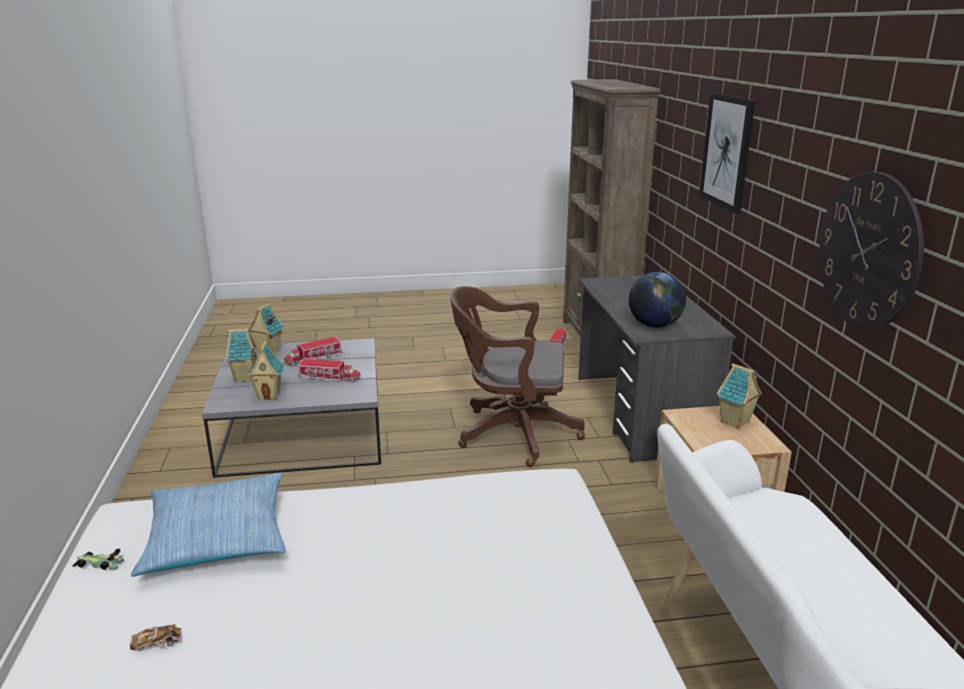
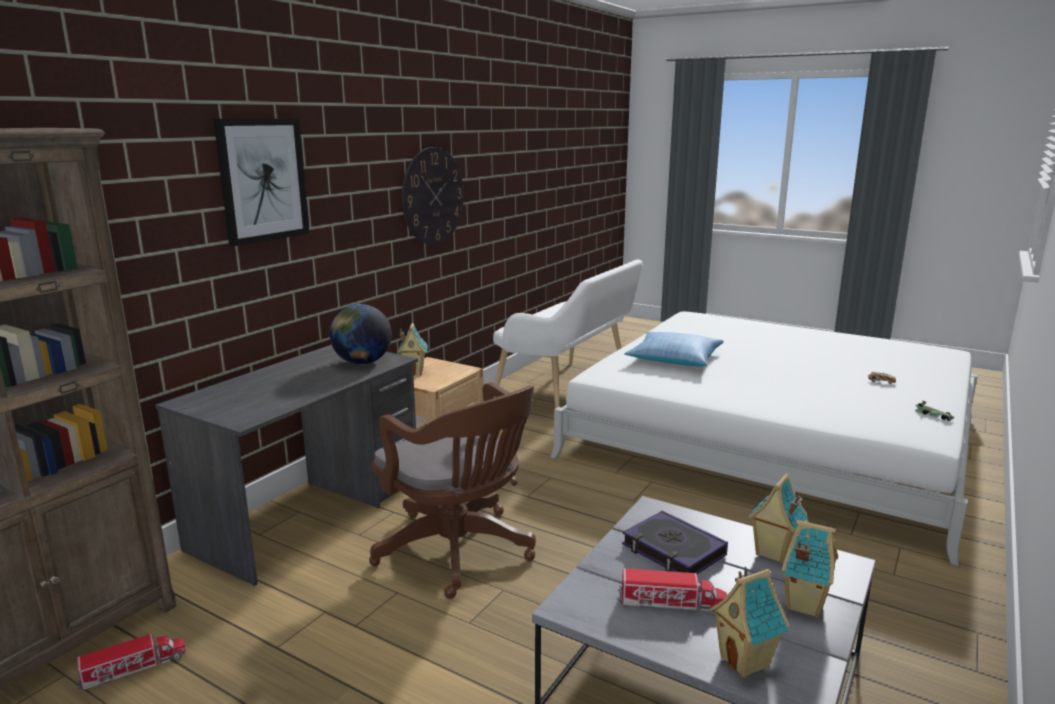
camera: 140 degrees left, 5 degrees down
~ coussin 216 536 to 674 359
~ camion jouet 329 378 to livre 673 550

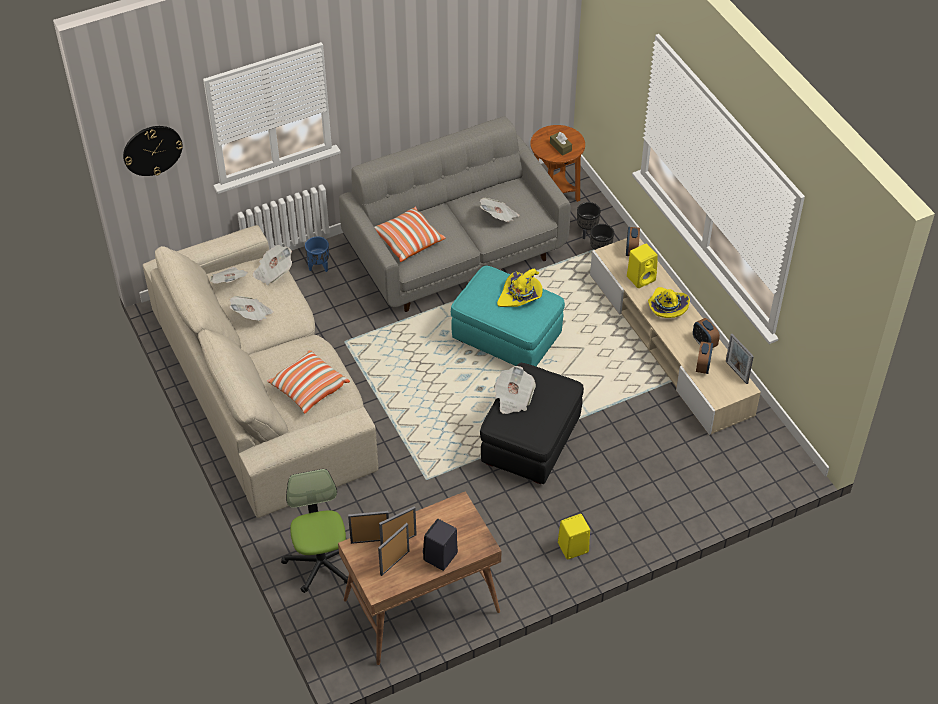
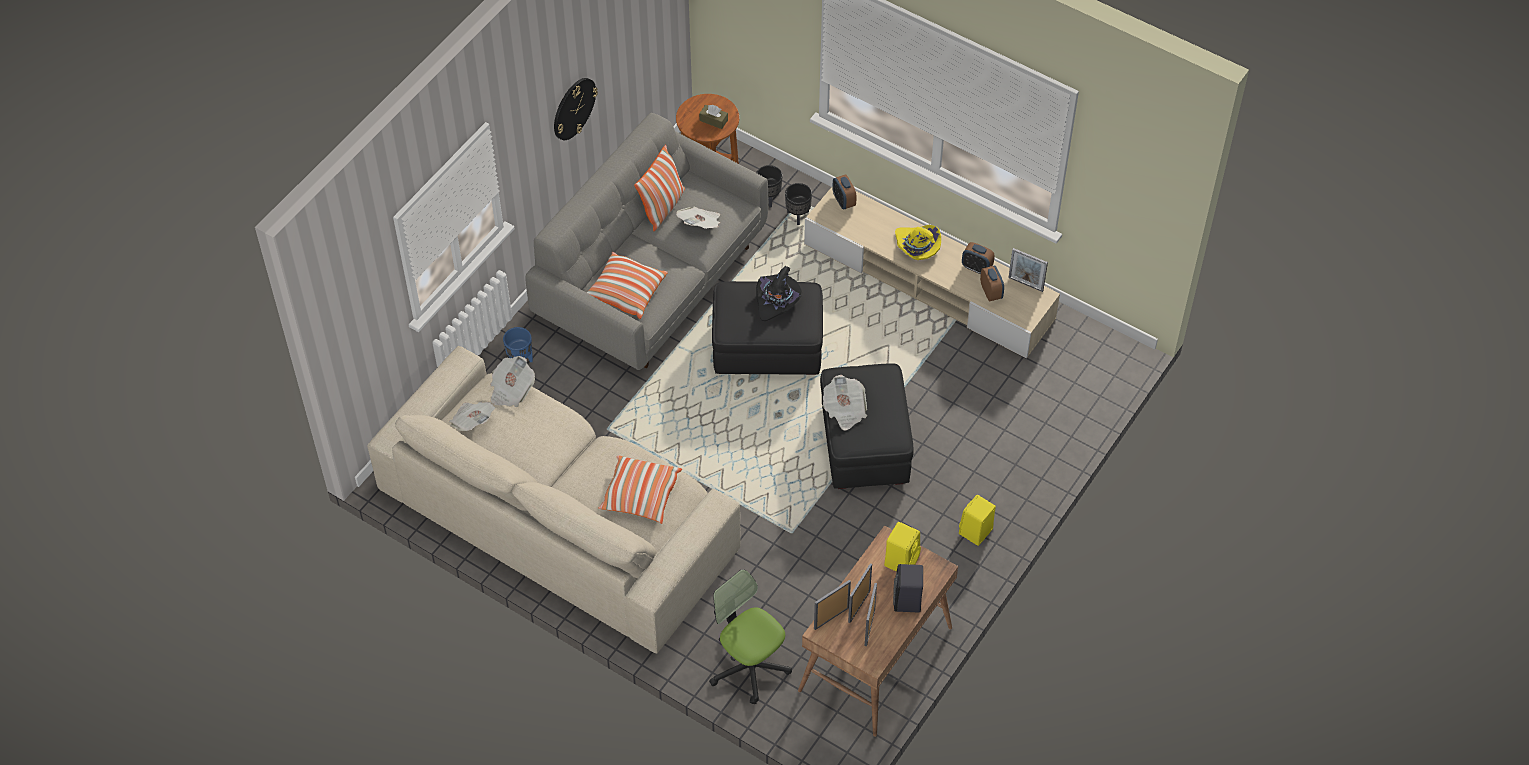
camera: 30 degrees left, 5 degrees up
~ horloge murale 152 150 to 573 108
- journal 252 315
~ pouf/turquoise 507 338 to pouf/noir 768 349
~ chapeau/jaune 520 296 to chapeau/noir 777 300
~ enceinte/jaune 641 278 to 901 560
+ coussin 662 207

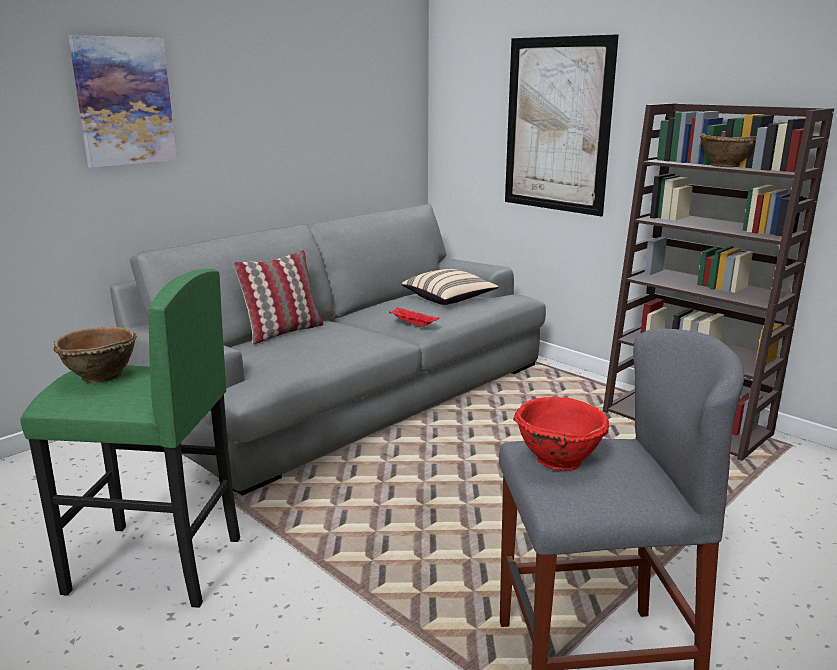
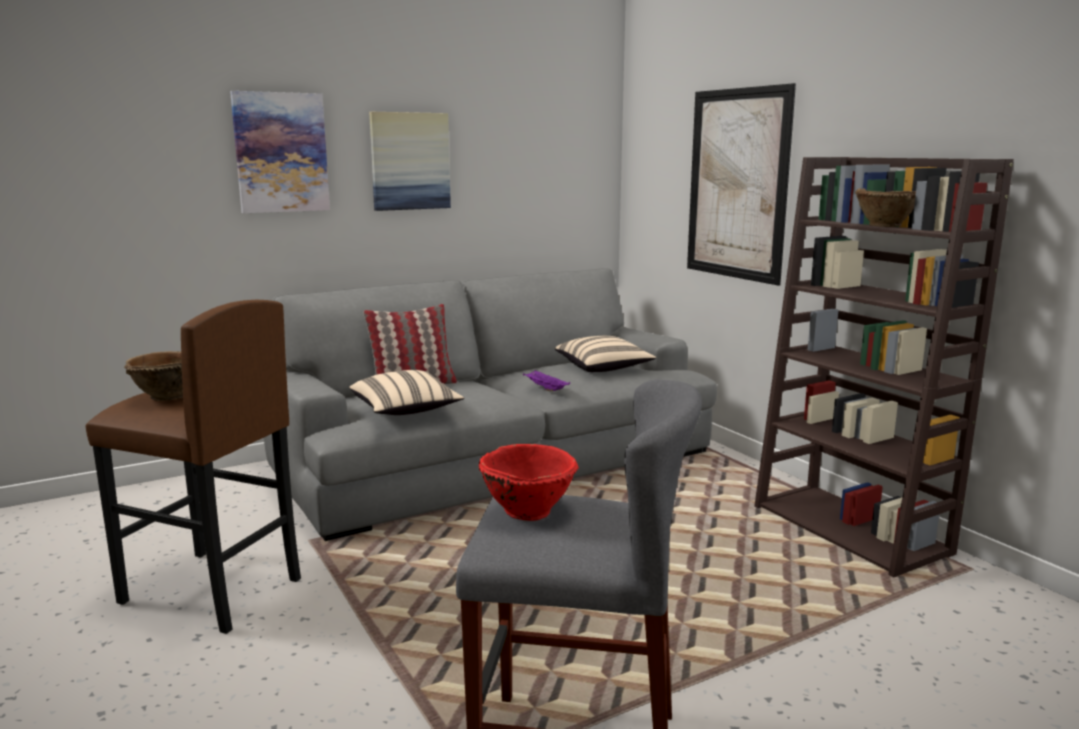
camera: 15 degrees right, 5 degrees down
~ tabouret/vert 155 566 to tabouret/marron 211 591
~ plateau/rouge 412 324 to plateau/violet 545 388
+ coussin/beige 405 411
+ tableau 410 161

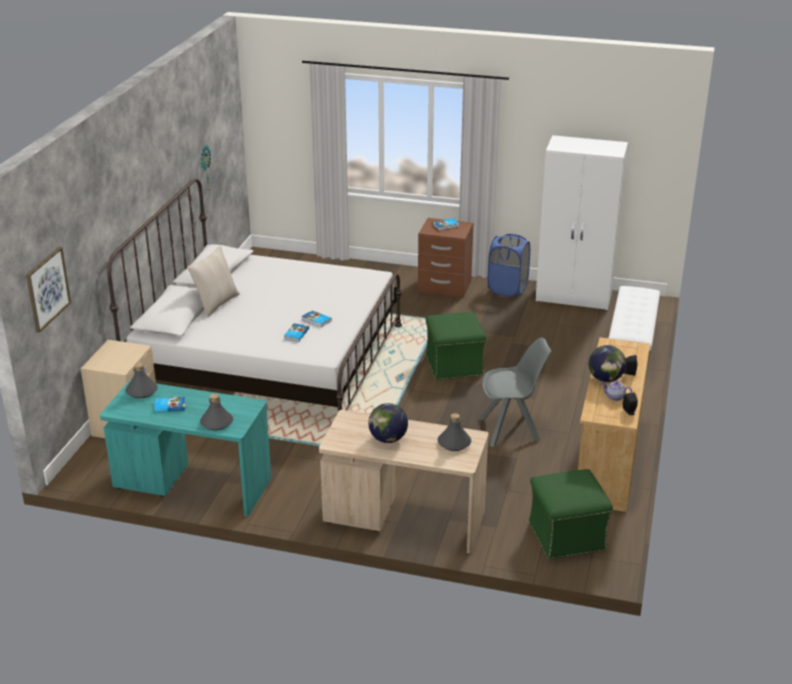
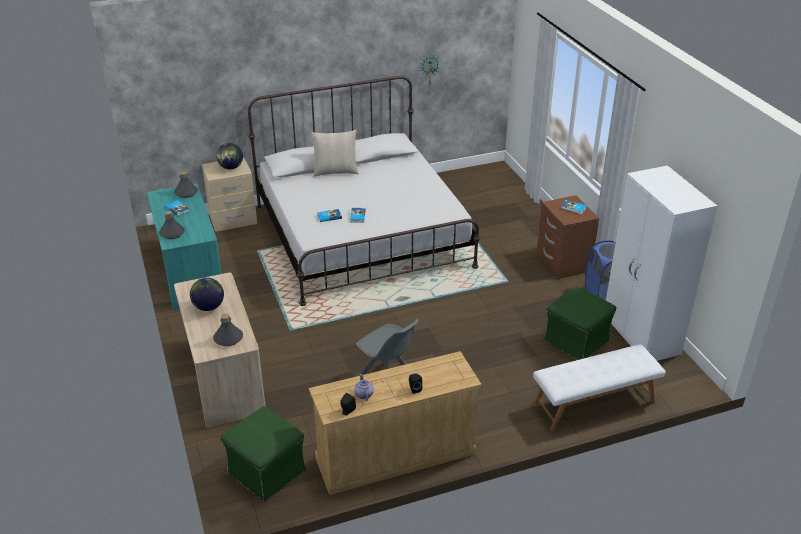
camera: 55 degrees right, 5 degrees up
- tableau 47 289
~ pouf/vert 454 366 to 576 341
~ globe 605 379 to 231 167

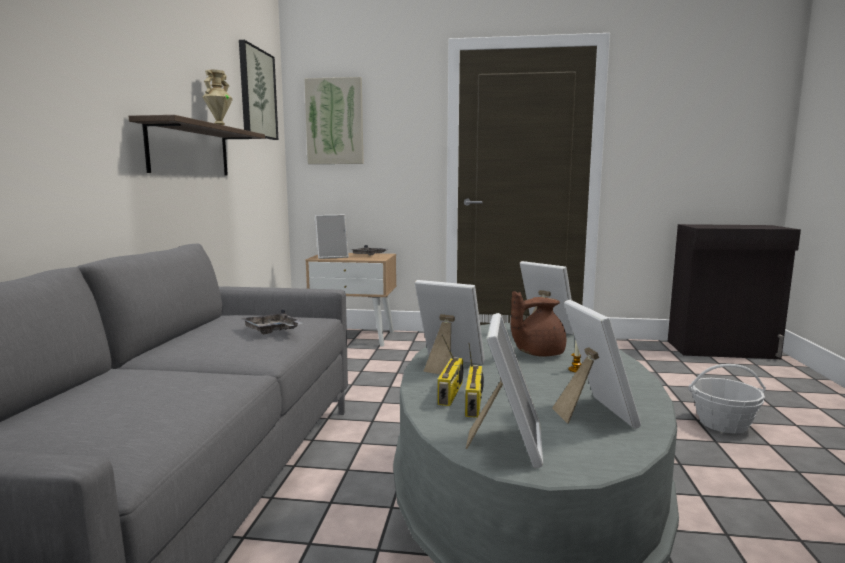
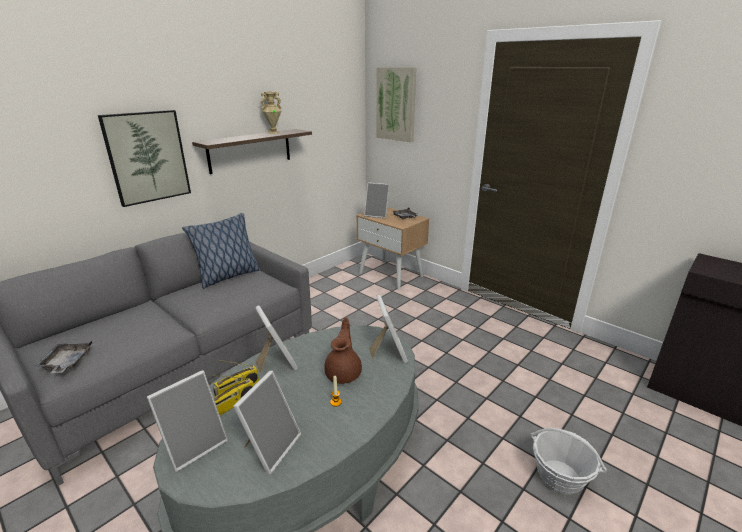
camera: 35 degrees right, 15 degrees up
~ tableau 257 93 to 147 157
~ plateau/gris 272 331 to 66 363
~ théière/marron 537 353 = 344 373 90 degrees clockwise
+ coussin 228 276

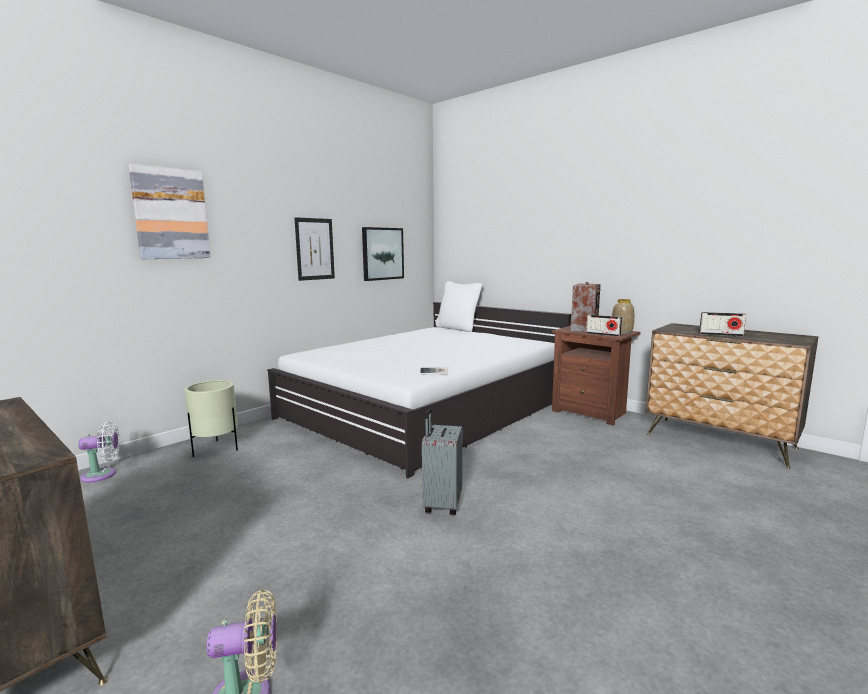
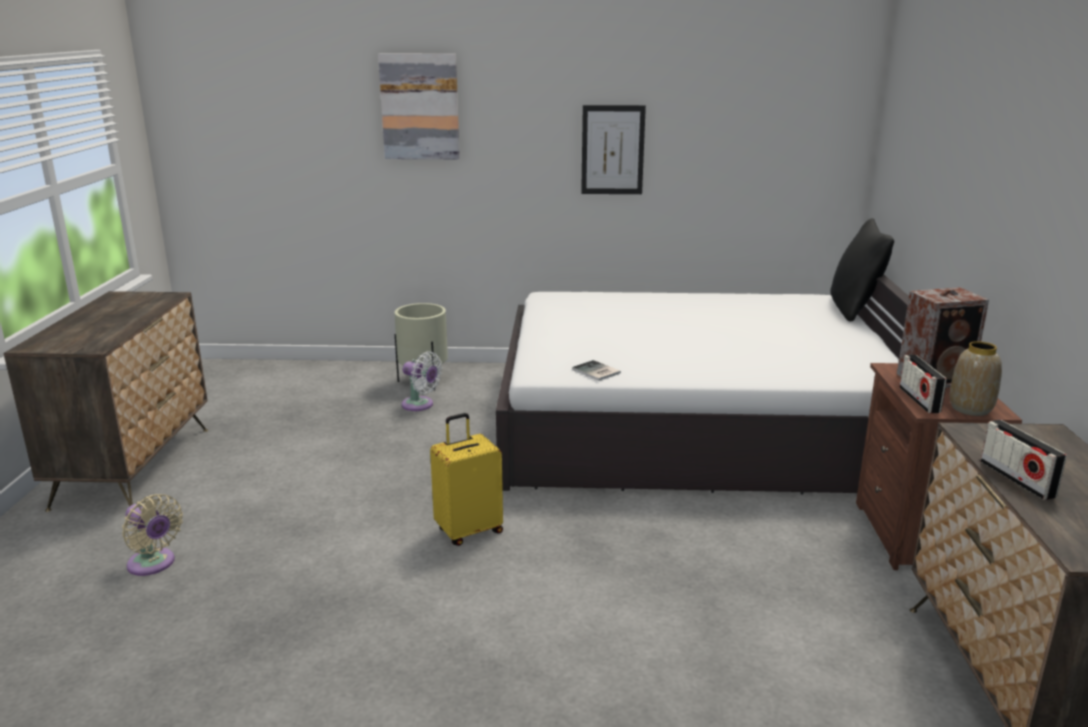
camera: 50 degrees right, 10 degrees up
~ ventilateur/blanc 102 475 to 420 405
- tableau 382 253
~ valise/gris 441 504 to valise/jaune 468 530
~ coussin/blanc 458 328 to coussin/noir 854 309

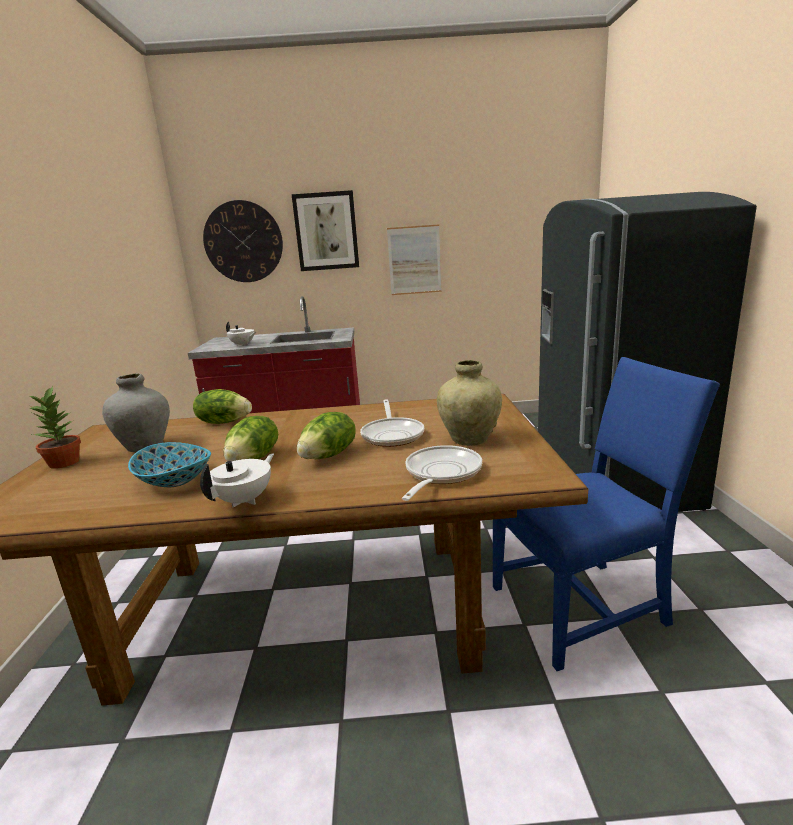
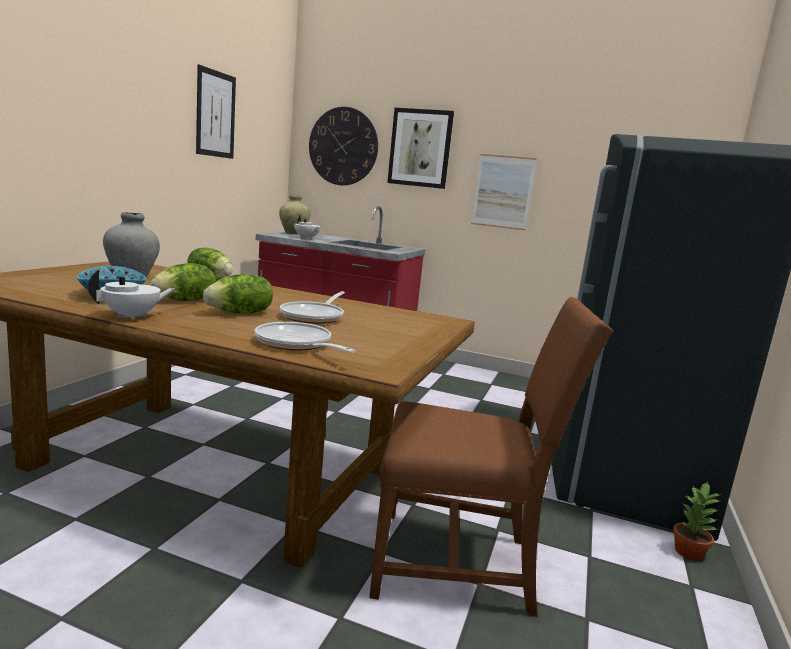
camera: 20 degrees right, 5 degrees down
~ plante en pot 65 462 to 689 552
~ poêle 440 474 = 296 344 90 degrees counterclockwise
~ vase/beige 469 439 to 293 233
~ chaise/bleu 584 606 to chaise/marron 459 563
+ tableau 215 114

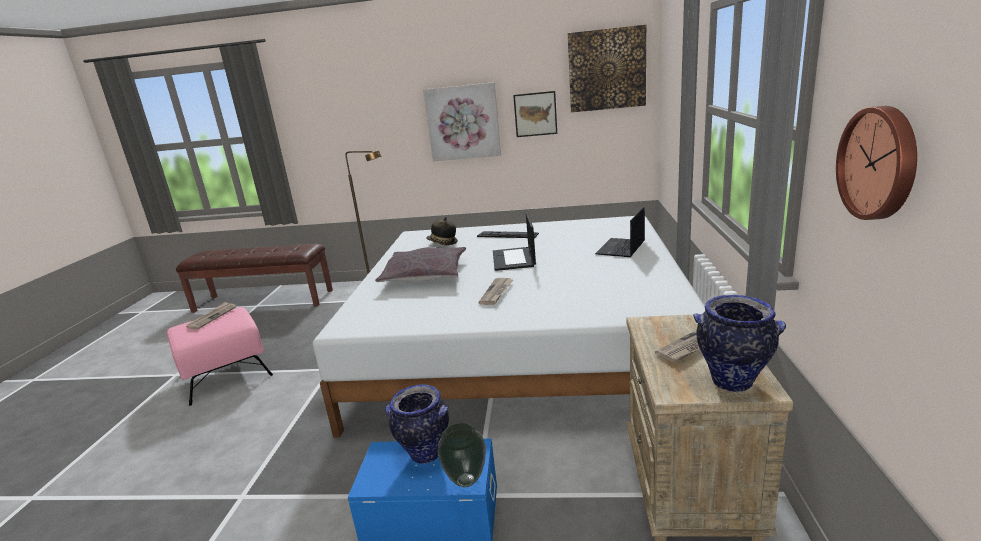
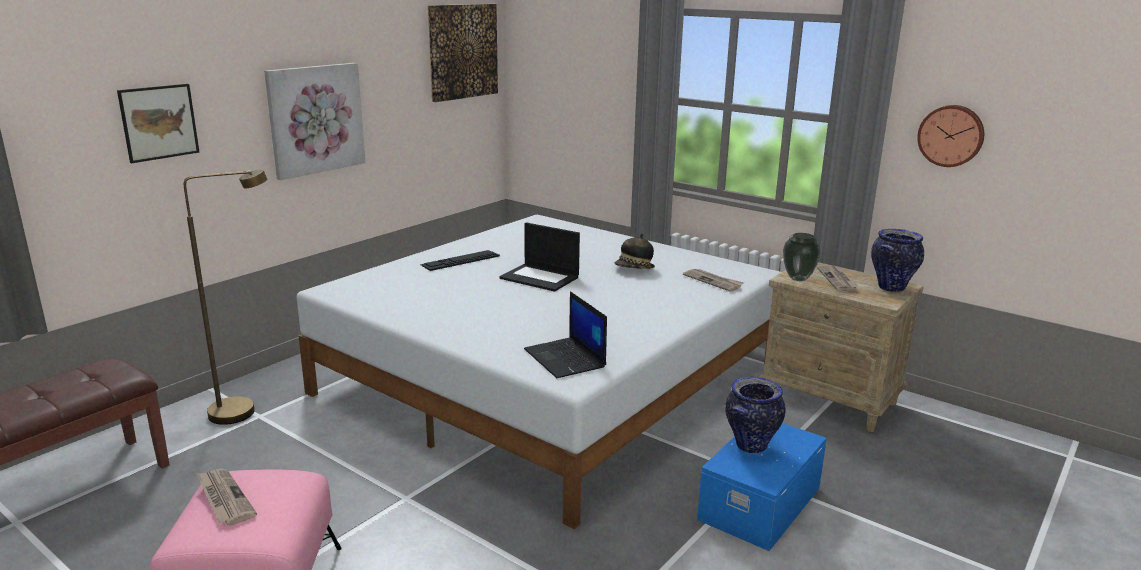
camera: 60 degrees left, 0 degrees up
- coussin/gris 425 274
~ chapeau 442 243 to 634 269
~ vase 465 480 to 797 279
~ journal 497 292 to 713 281
~ tableau 535 114 to 159 122
~ ordinateur portable 621 248 to 566 359

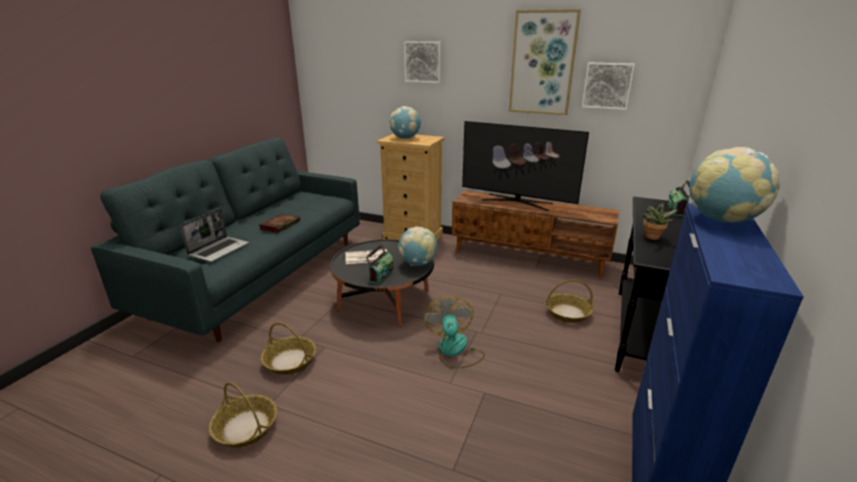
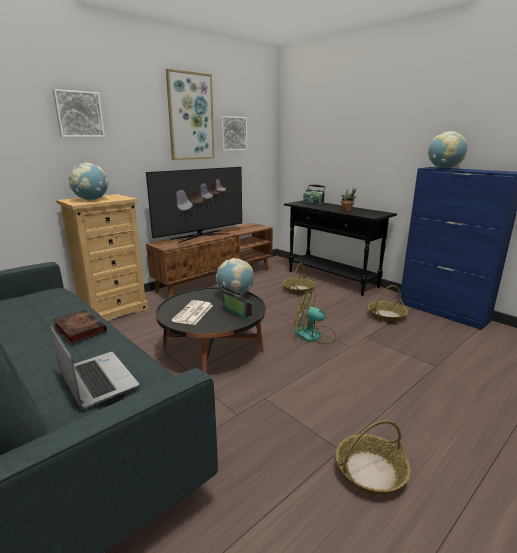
camera: 65 degrees left, 5 degrees down
~ panier 289 361 to 386 316

